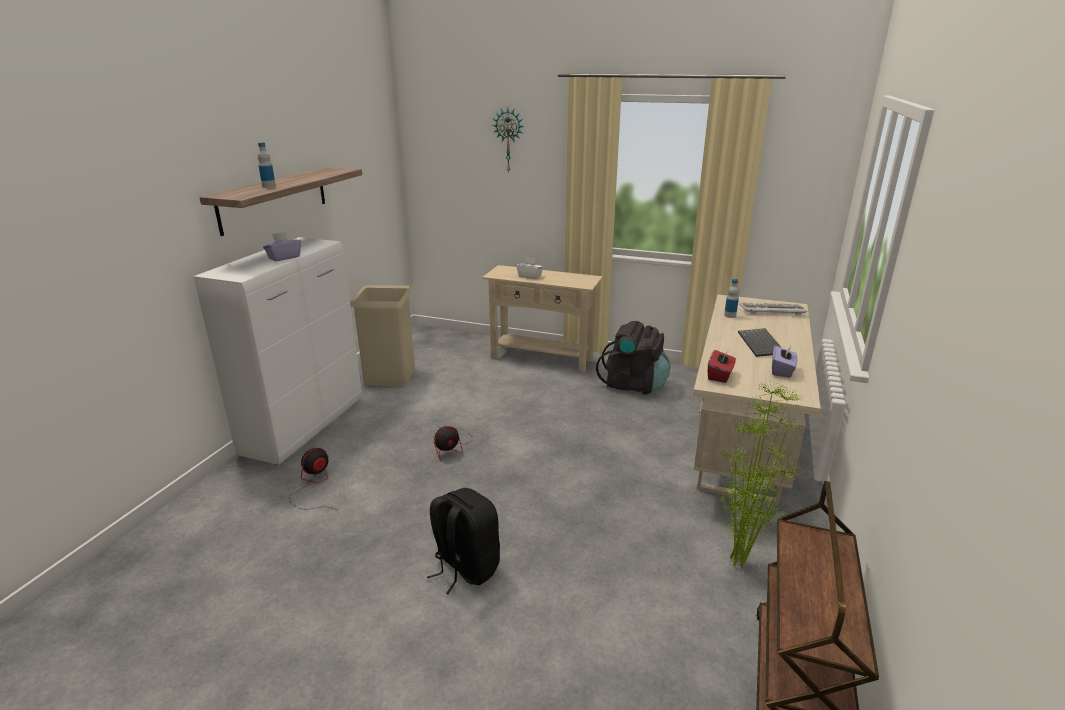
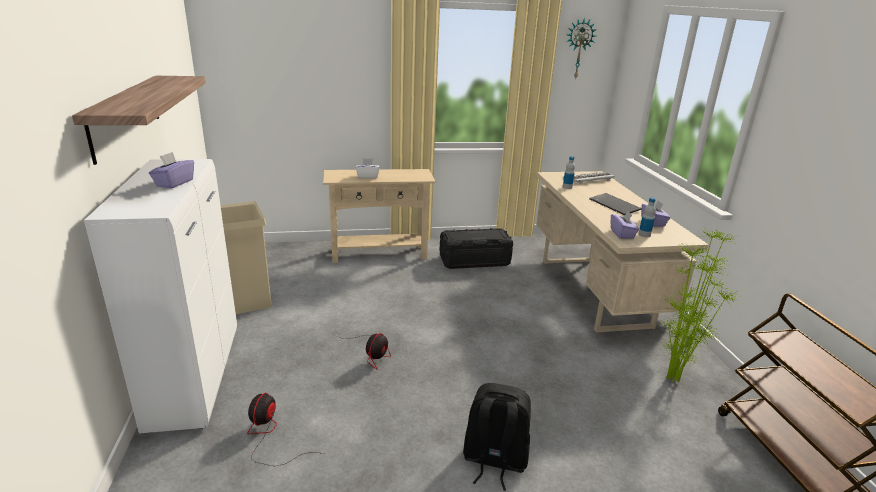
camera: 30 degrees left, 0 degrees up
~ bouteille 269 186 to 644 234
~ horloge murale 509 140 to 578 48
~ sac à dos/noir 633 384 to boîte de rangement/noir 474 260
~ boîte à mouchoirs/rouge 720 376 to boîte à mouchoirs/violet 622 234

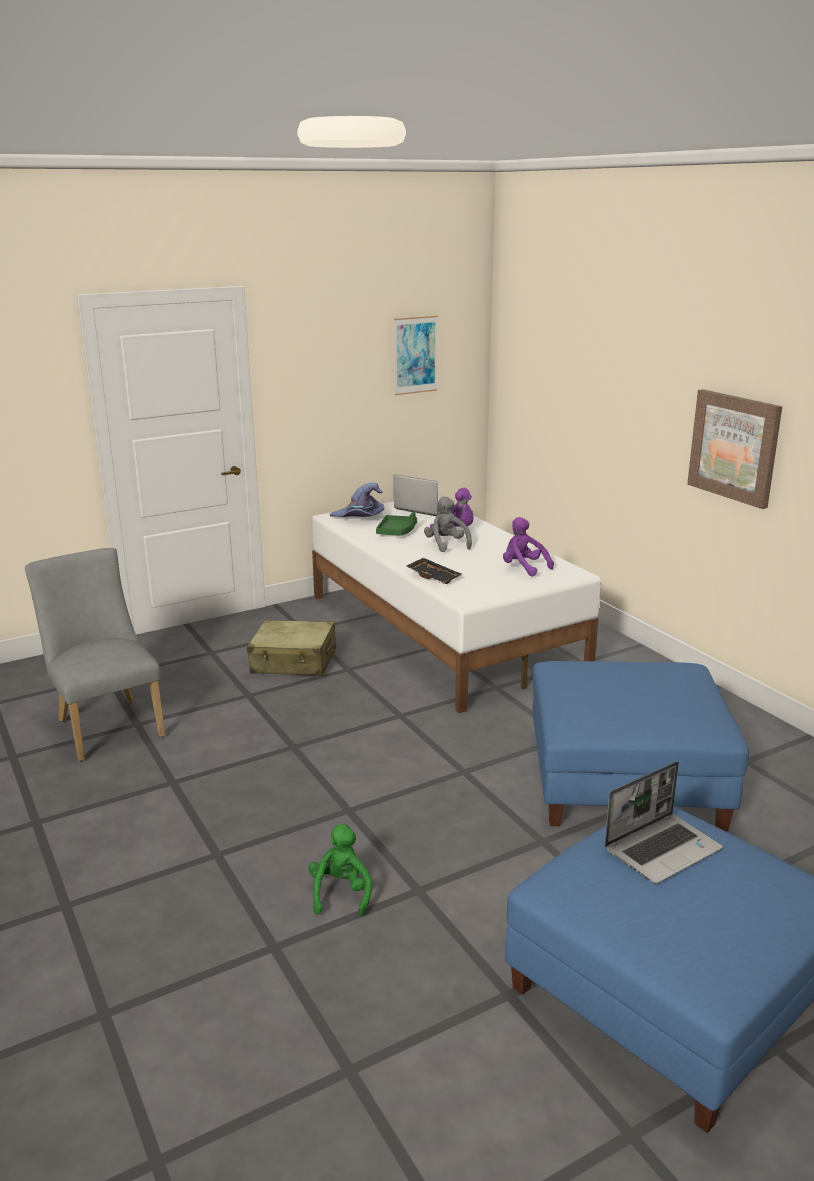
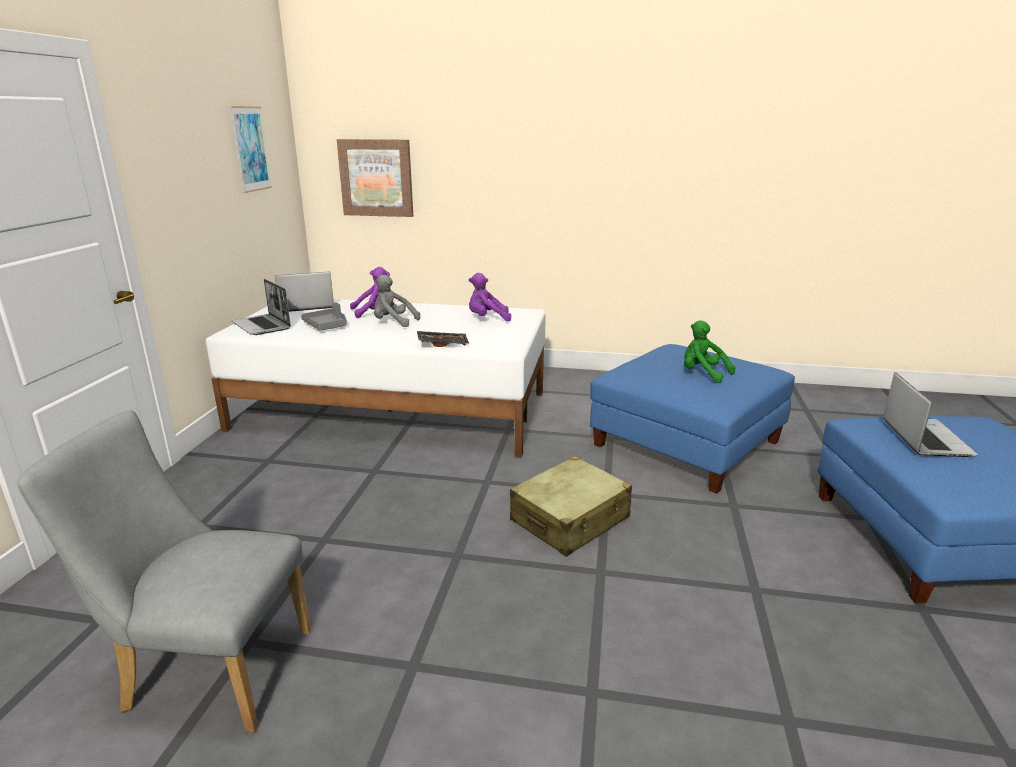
camera: 50 degrees left, 0 degrees up
~ valise/beige 294 661 to 570 519
~ peluche/vert 341 893 to 702 373
~ chapeau/violet 359 517 to ordinateur portable 262 326
~ plateau/vert 397 532 to plateau/gris 327 326
~ tableau 734 447 to 376 178

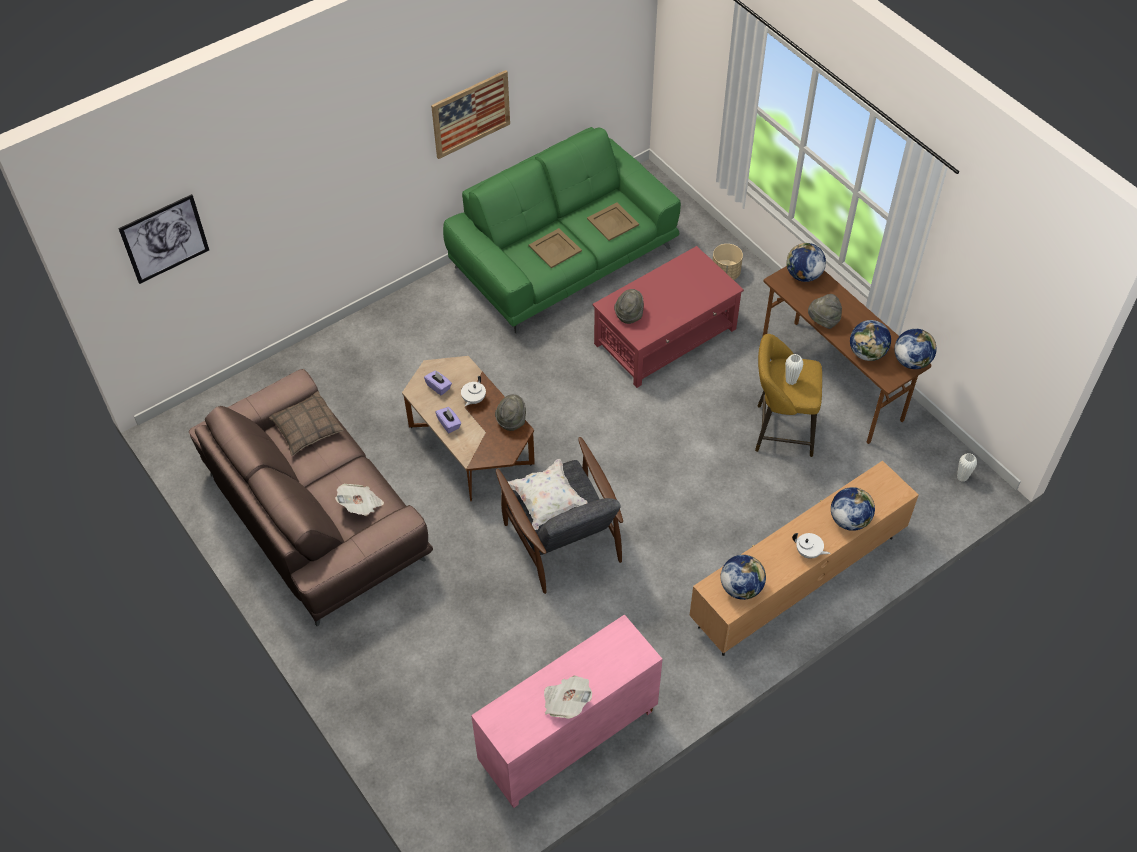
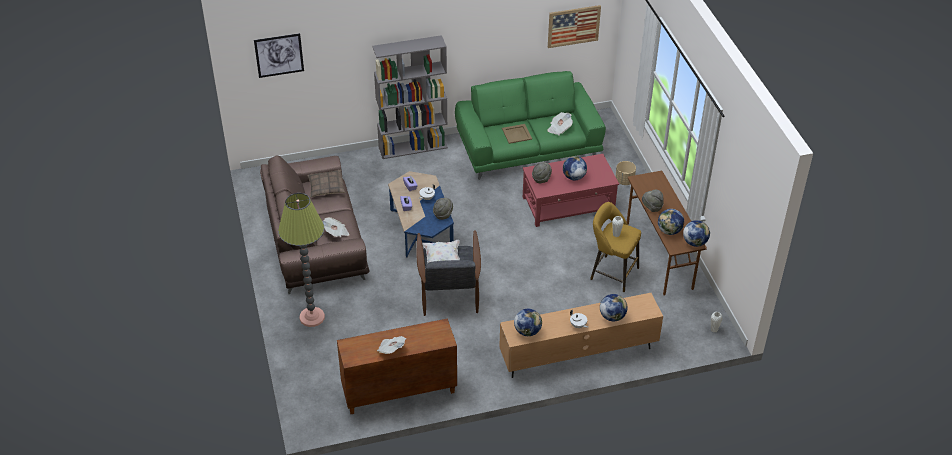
camera: 20 degrees right, 10 degrees down
~ table basse/marron 470 446 to table basse/bleu 421 230
~ tableau 471 114 to 573 26
~ meuble de rangement/rose 568 741 to meuble de rangement/marron 398 392
~ plateau/beige 612 222 to journal 559 129
~ globe 803 275 to 573 177
+ lampadaire 312 317
+ bibliothèque/gris 413 147

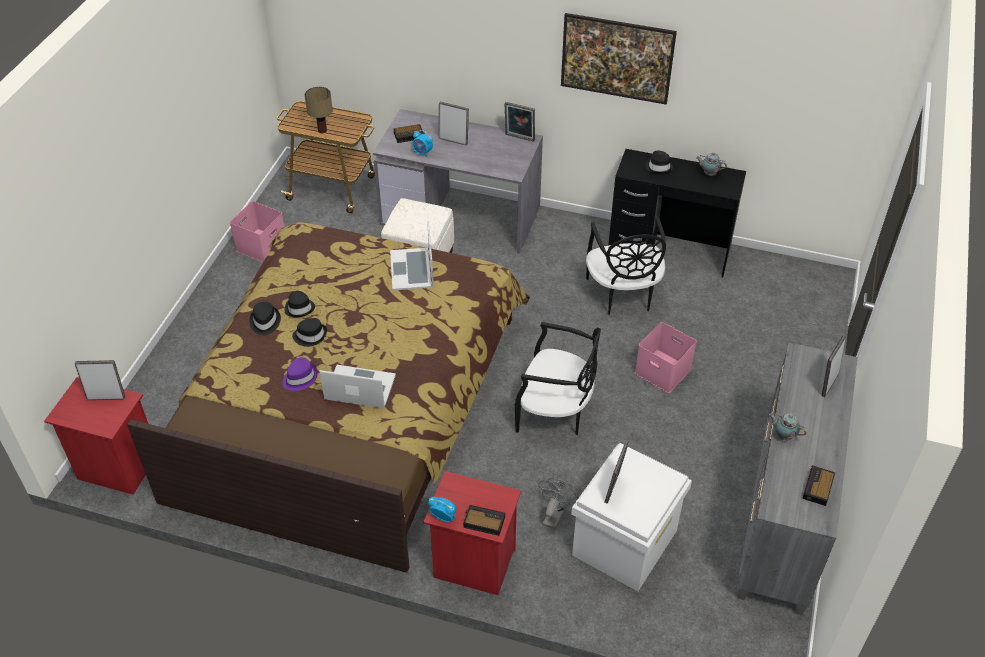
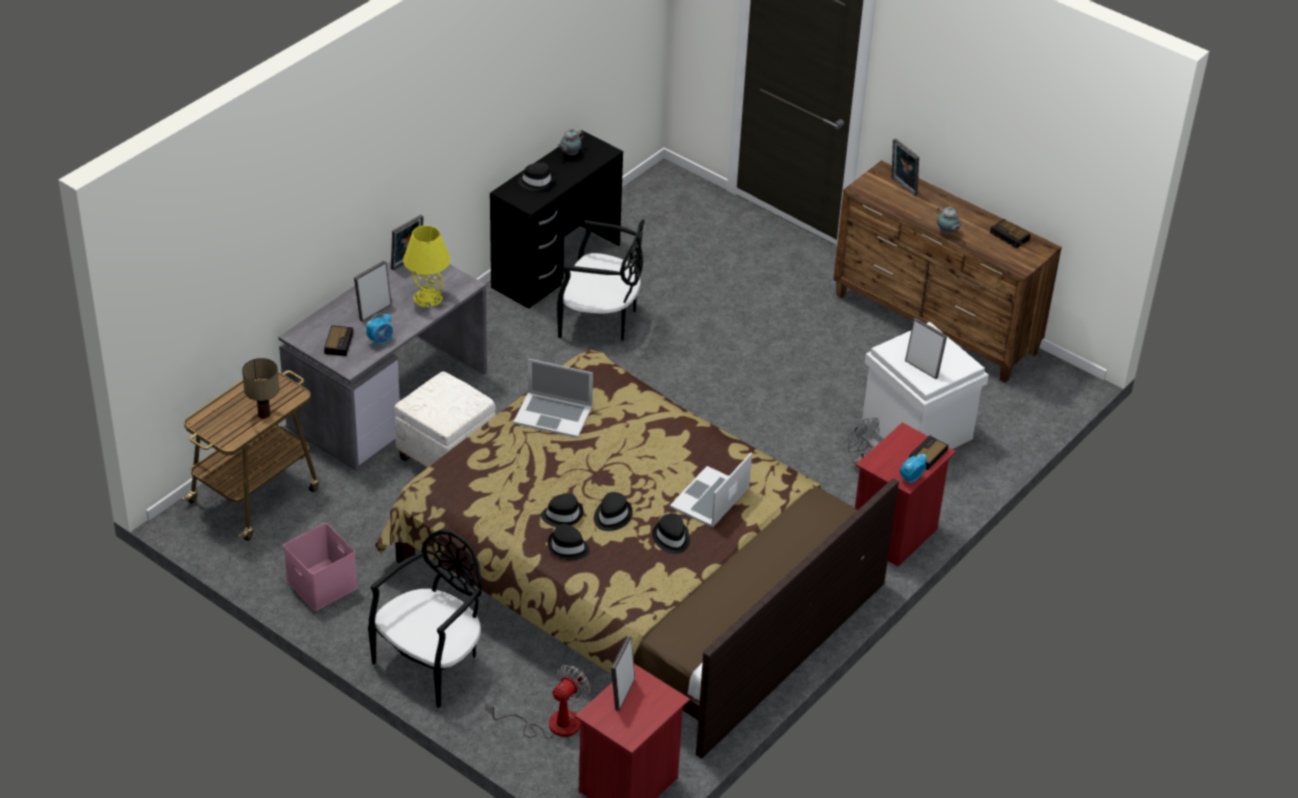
camera: 70 degrees left, 5 degrees down
~ chapeau/violet 300 377 to chapeau/noir 671 538
~ chaise/noir 555 412 to 432 663
- tableau 615 76
- boîte de rangement/rose 664 371
~ commode/gris 781 518 to commode/marron 935 325
~ théière 783 435 = 947 232 90 degrees counterclockwise
+ lampe de table/jaune 428 297
+ ventilateur 551 724

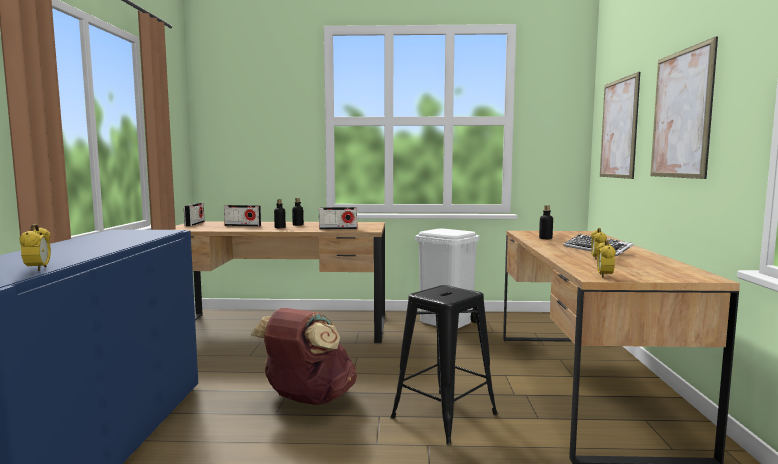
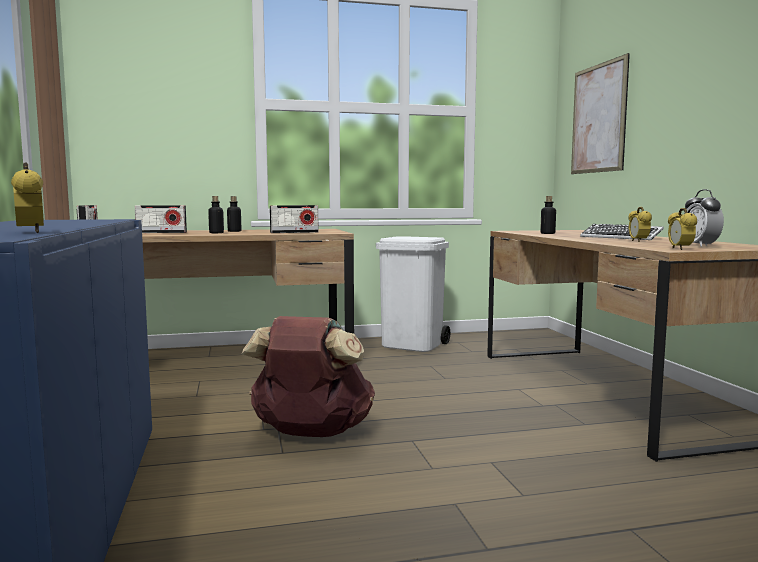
camera: 15 degrees left, 0 degrees up
- tabouret/noir 443 416
- tableau 681 114
+ réveil 700 245

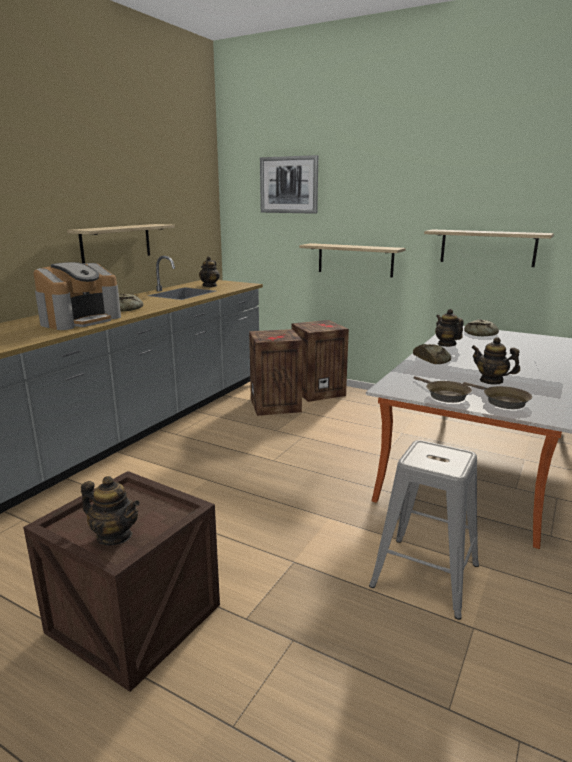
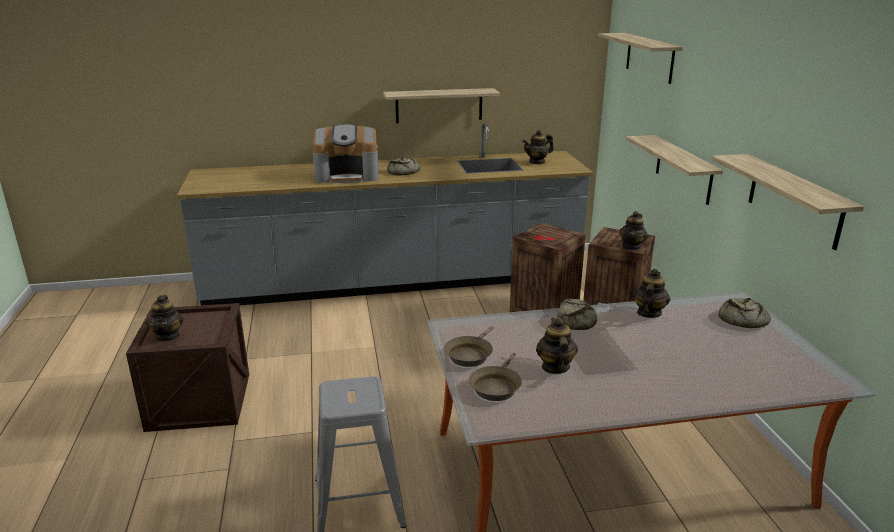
camera: 50 degrees right, 5 degrees up
~ tableau 289 185 to étagère 649 57
+ théière 632 246

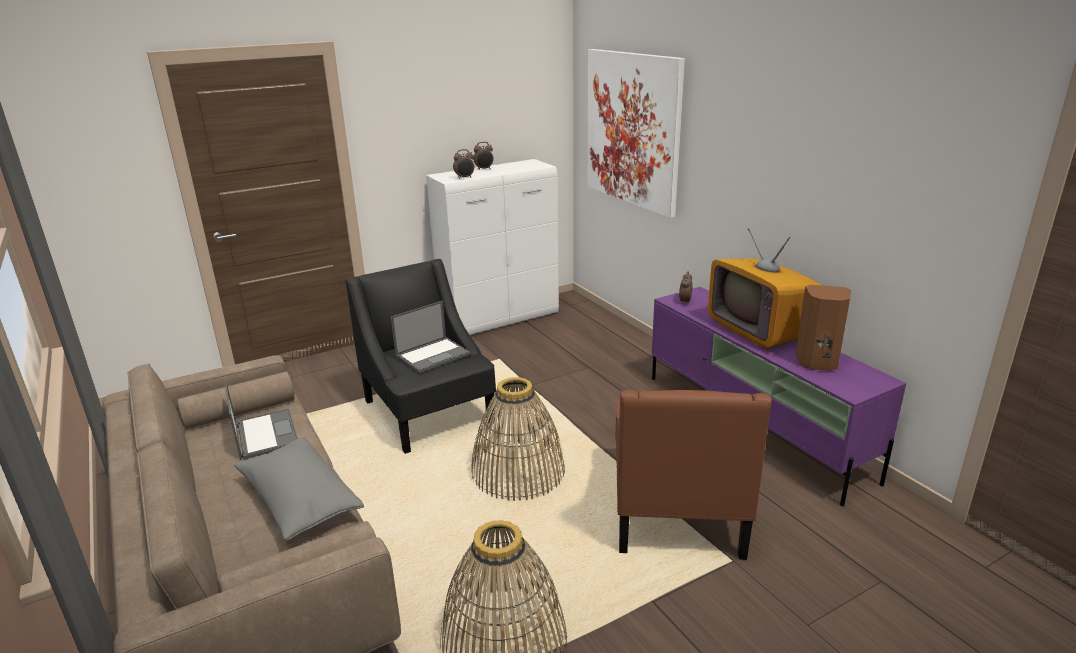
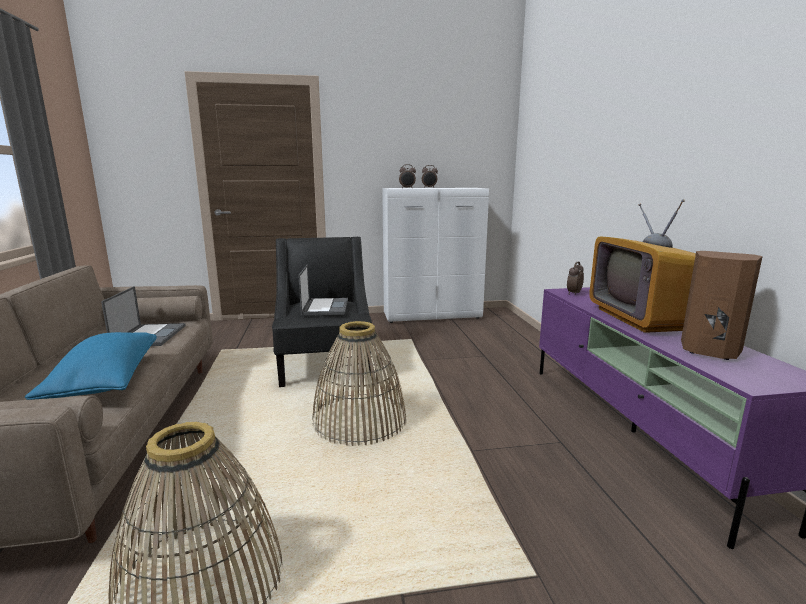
camera: 20 degrees right, 10 degrees down
~ coussin/gris 300 502 to coussin/bleu 105 382
~ ordinateur portable 433 355 = 325 307 75 degrees counterclockwise
- tableau 633 129
- fauteuil/marron 675 507

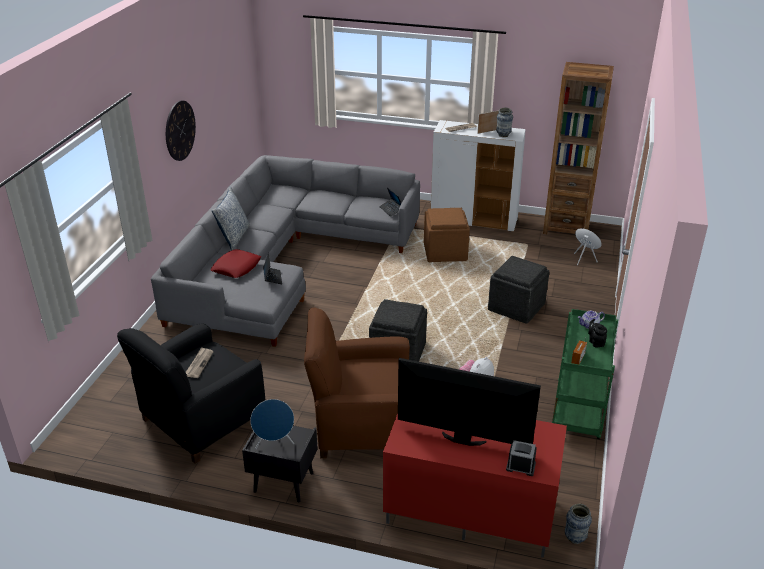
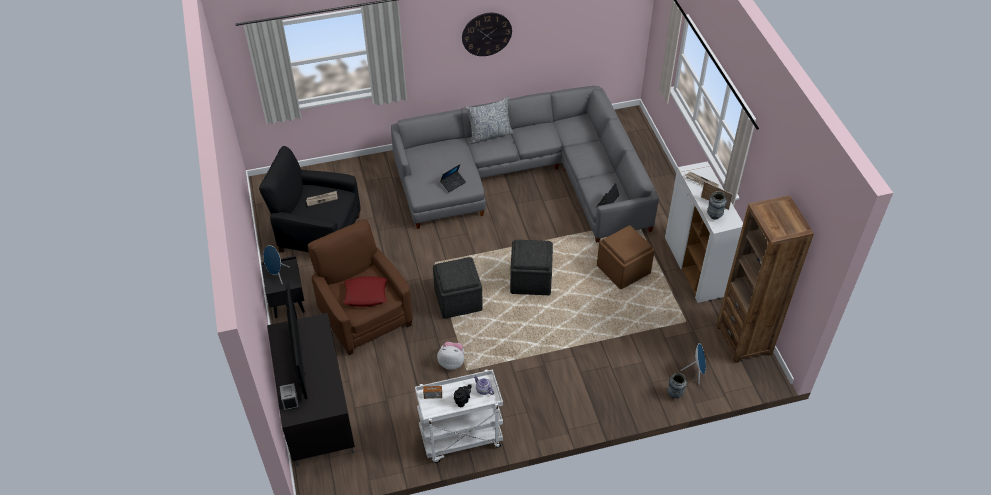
camera: 60 degrees right, 15 degrees up
~ coussin/rouge 236 267 to 366 294
~ meuble télé/rouge 468 511 to meuble télé/noir 315 409
~ pouf/gris 517 306 to 531 280
~ chariot/vert 579 412 to chariot/blanc 460 439
~ vase 575 538 to 675 394

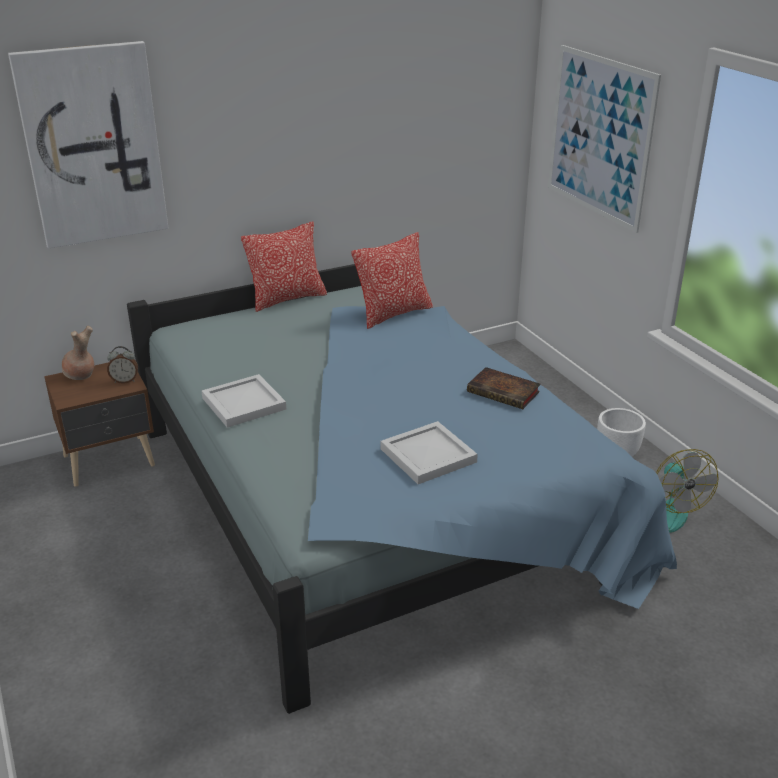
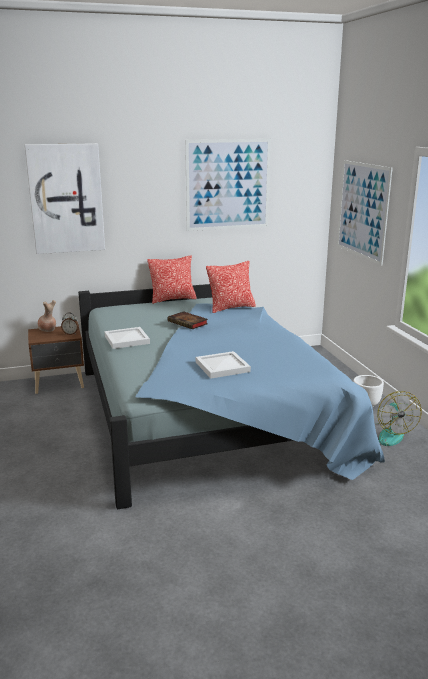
camera: 10 degrees right, 10 degrees down
~ livre 505 392 to 188 323
+ tableau 228 185

